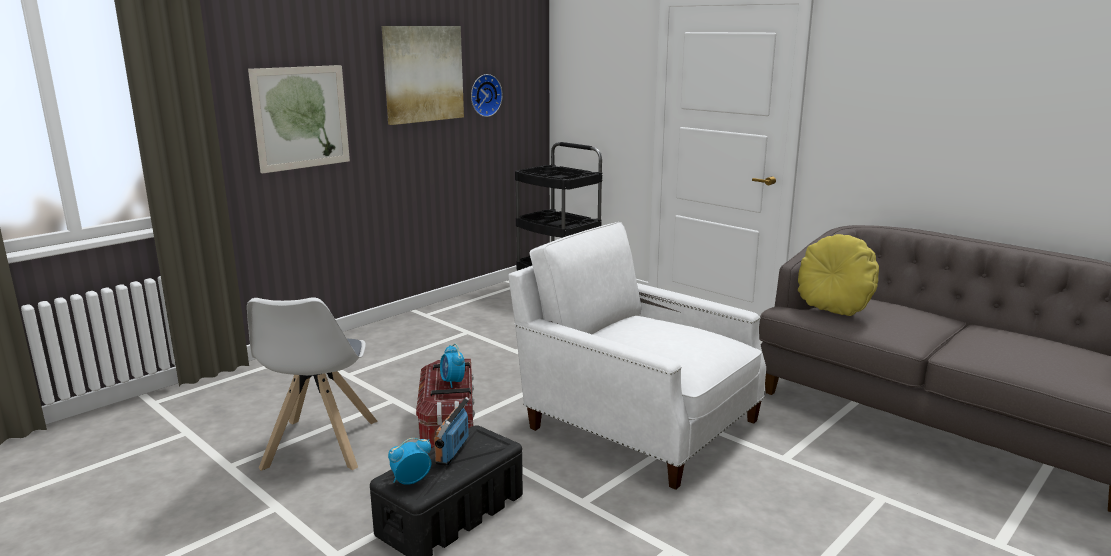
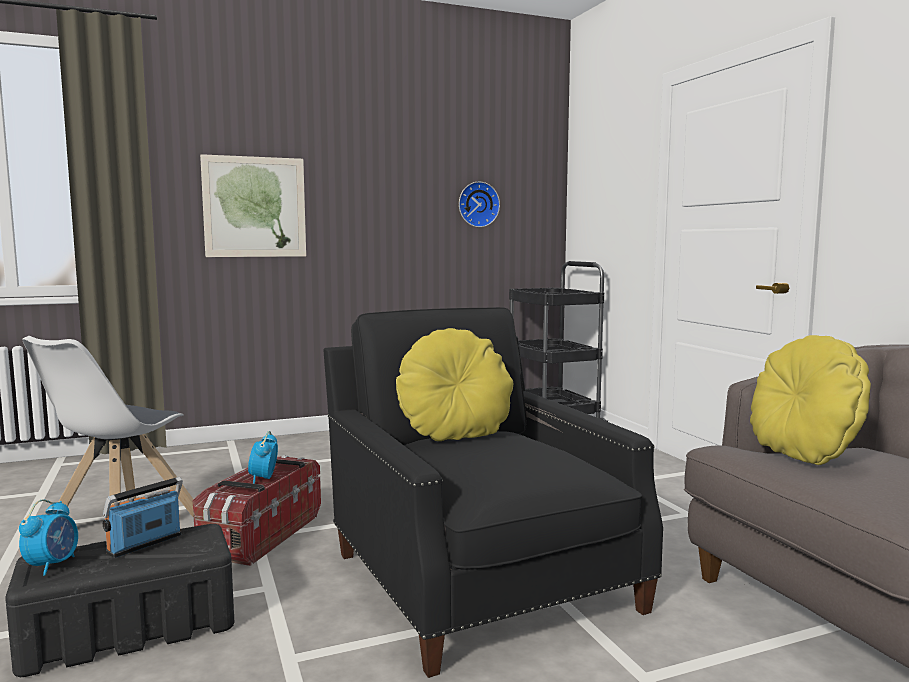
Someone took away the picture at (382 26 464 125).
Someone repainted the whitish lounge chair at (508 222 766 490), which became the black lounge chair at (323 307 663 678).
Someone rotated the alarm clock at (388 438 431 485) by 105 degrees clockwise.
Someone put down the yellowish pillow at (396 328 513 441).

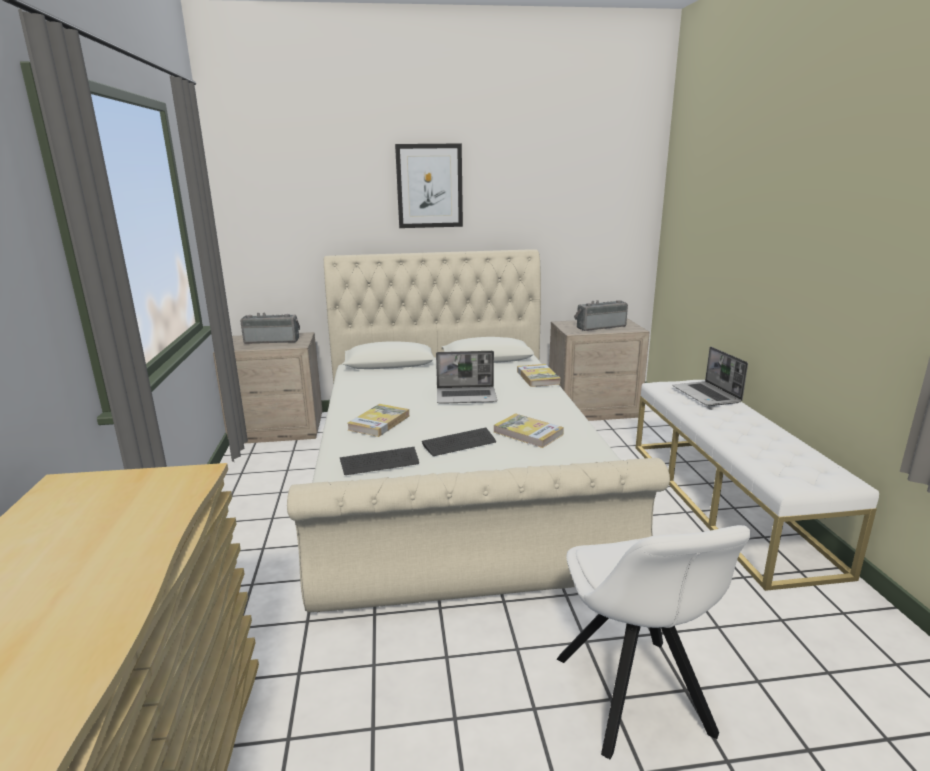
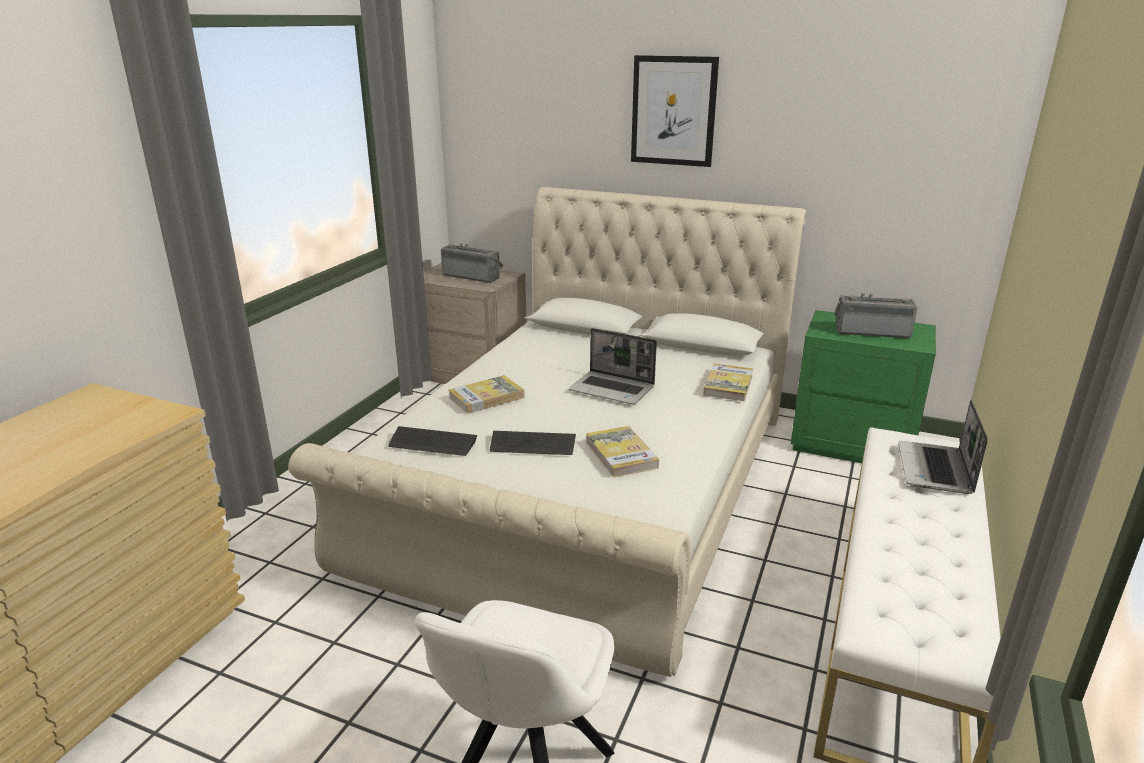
Someone repainted the beige bedside table at (549 318 650 421), which became the greenish bedside table at (791 310 936 463).

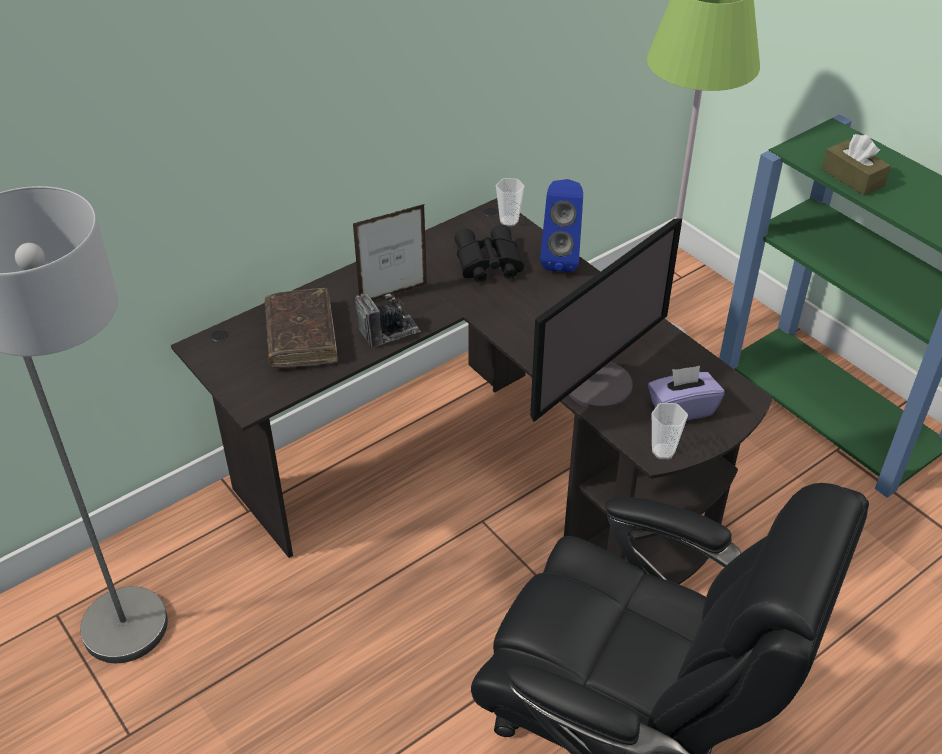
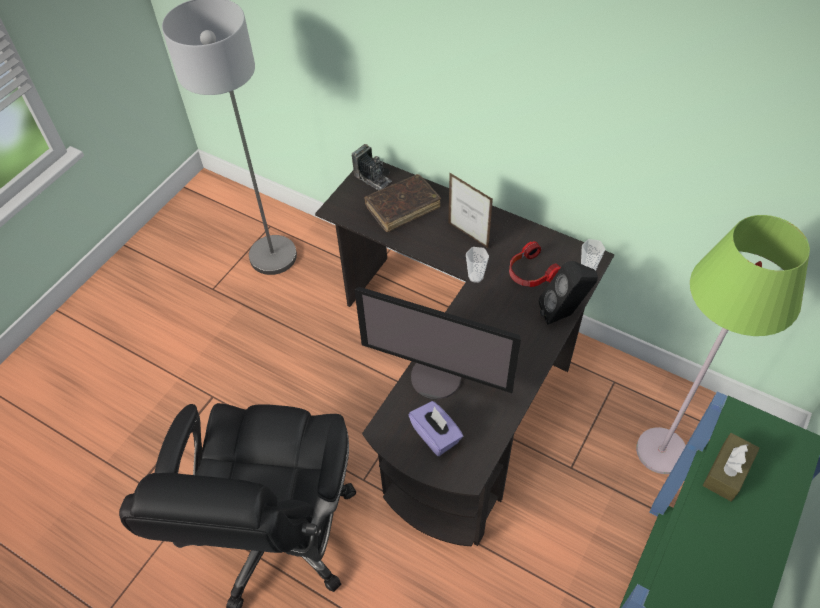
Someone repainted the blue speaker at (540 179 583 272), which became the black speaker at (539 261 598 325).
Someone swapped the black binoculars at (454 225 524 283) for the headset at (509 241 561 287).
Someone carried the still camera from (355 292 421 348) to (352 144 392 190).
Someone carried the cup from (652 403 688 459) to (466 247 489 283).

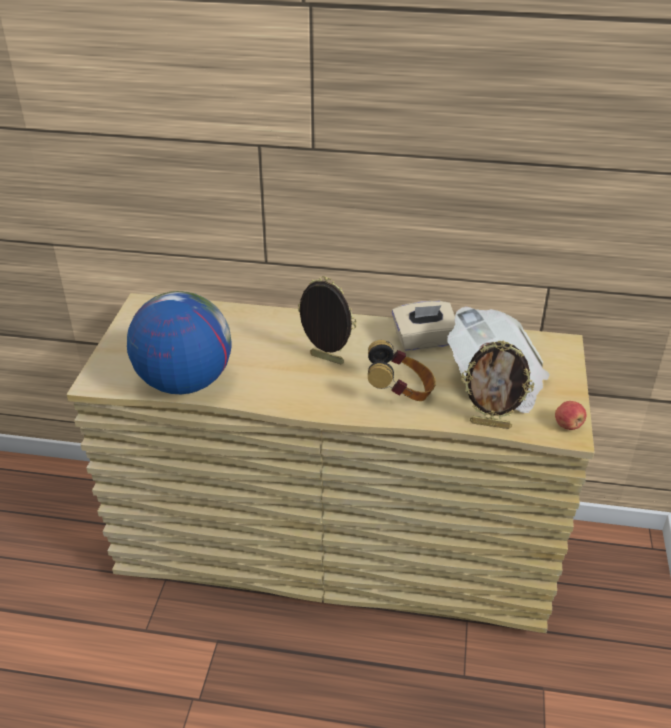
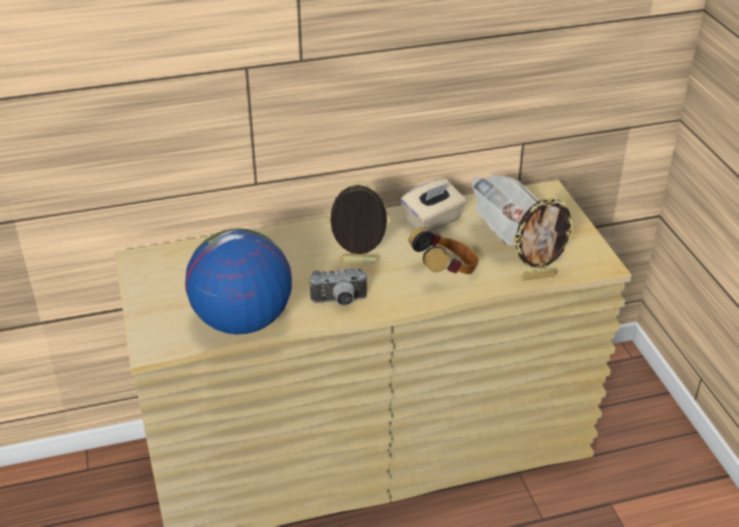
Someone took away the apple at (555 401 586 430).
Someone put down the still camera at (309 268 368 306).

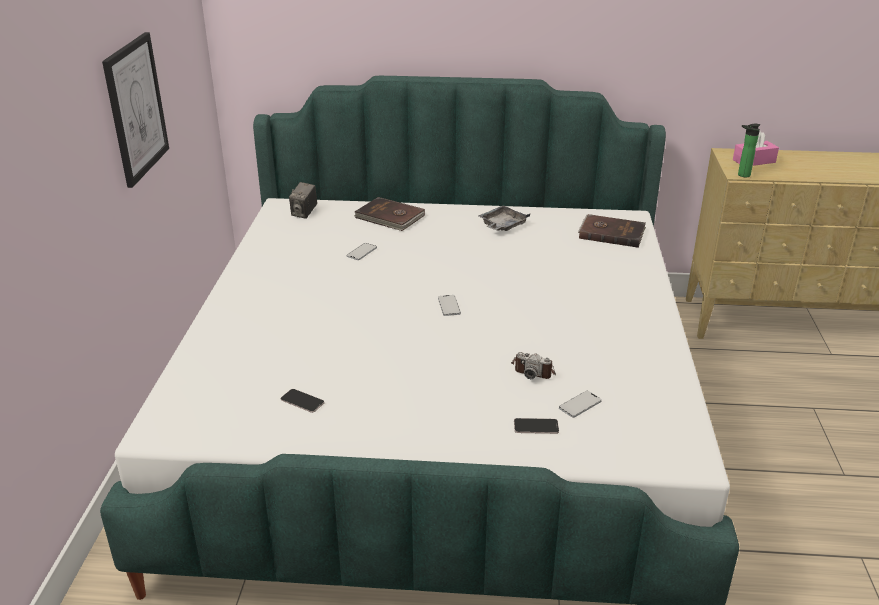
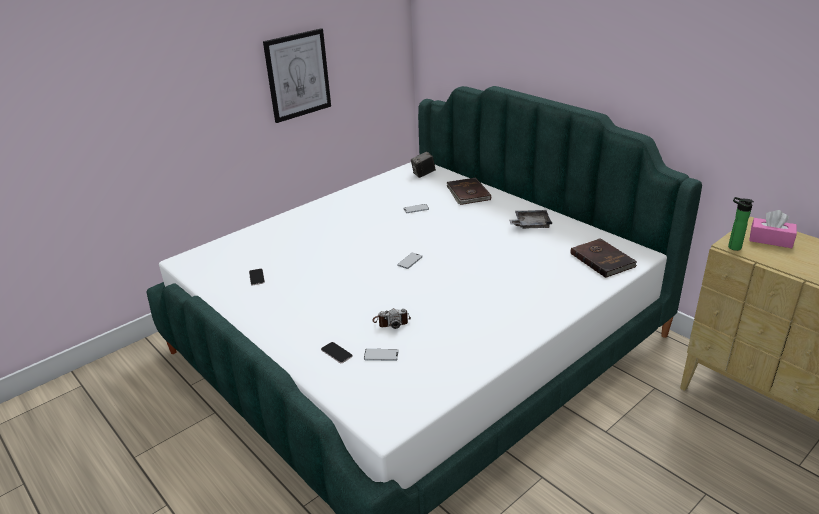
Someone rotated the still camera at (511 352 556 379) by 75 degrees counterclockwise.

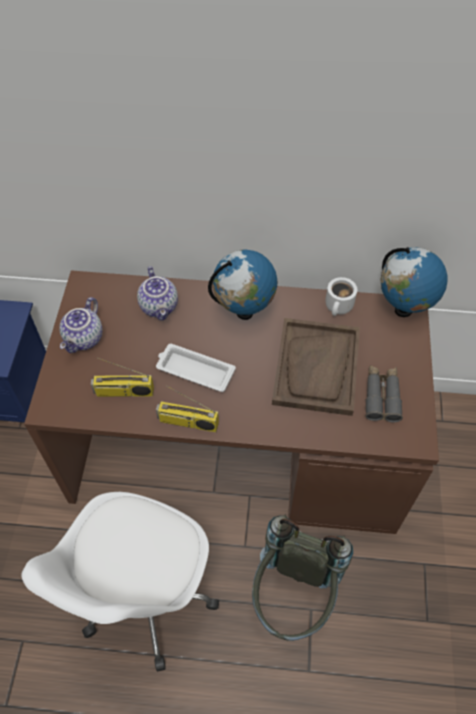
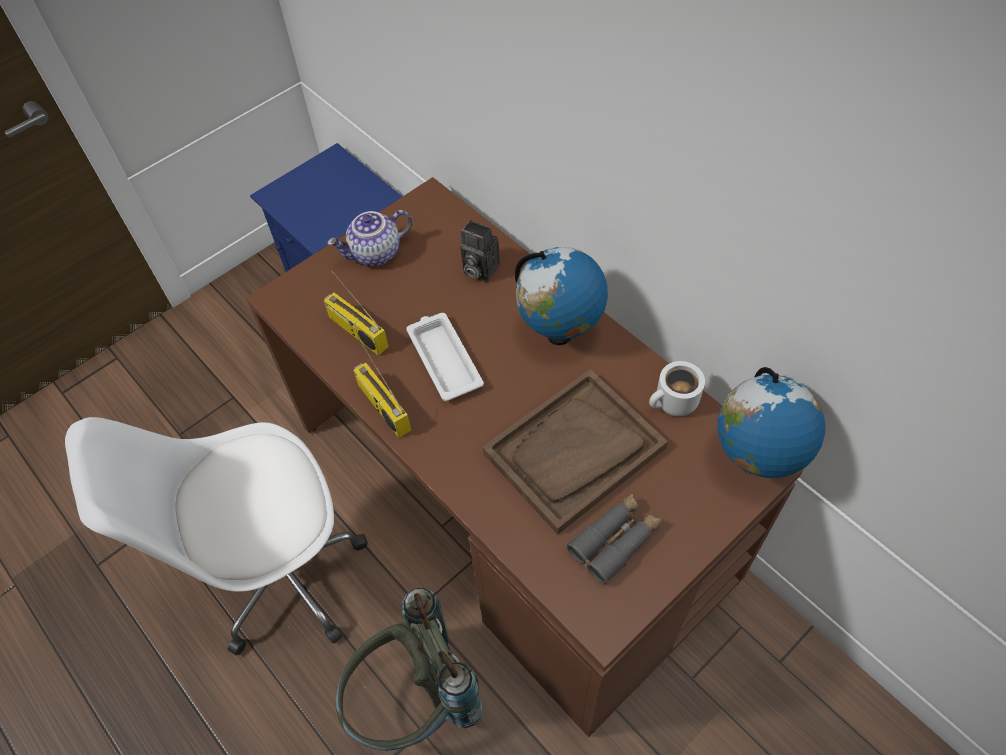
Someone swapped the tea pot at (137 266 178 321) for the still camera at (460 220 500 283).

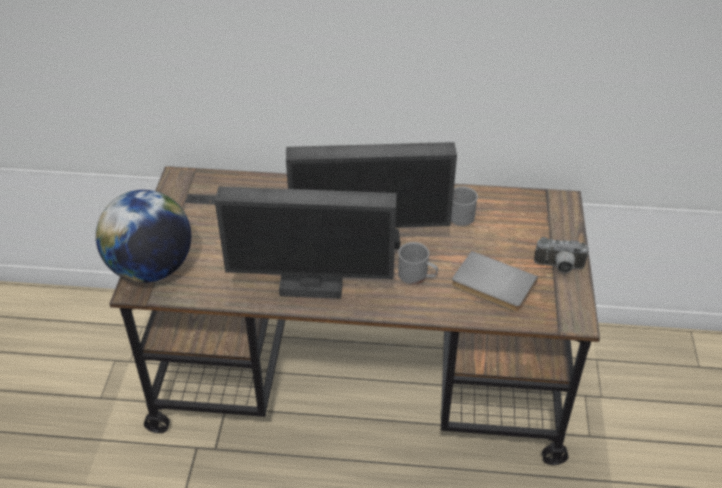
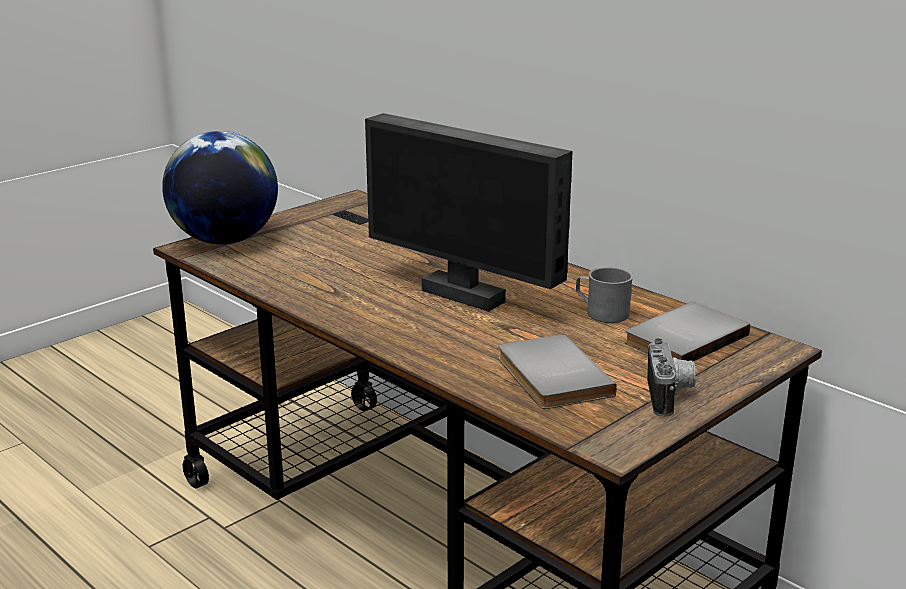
Someone took away the computer display at (215 186 397 299).
Someone rotated the still camera at (534 237 589 273) by 135 degrees counterclockwise.
Someone took away the gray tea mug at (398 242 438 284).
Someone put down the gray book at (625 302 750 361).

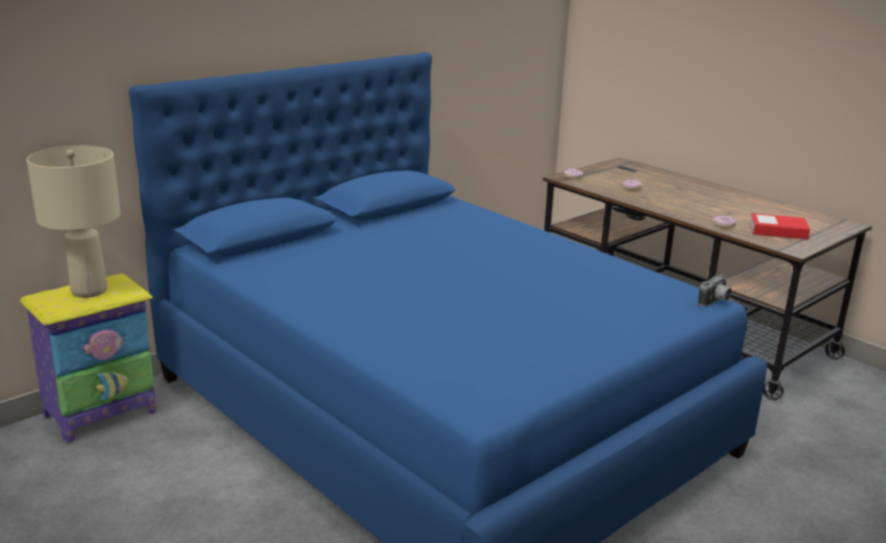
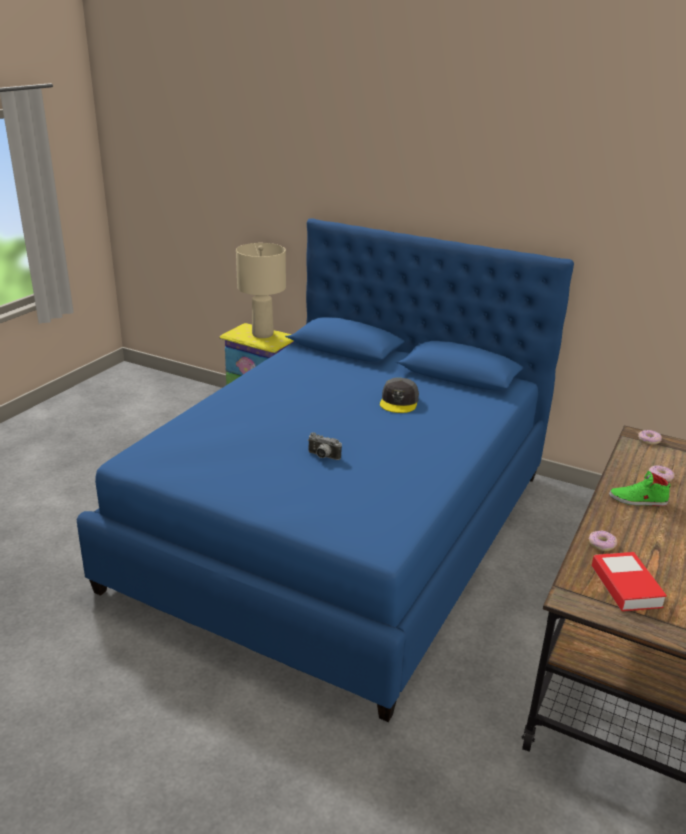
Someone carried the still camera from (698 274 732 307) to (308 432 342 460).
Someone put down the gray peaked cap at (380 378 419 413).
Someone put down the greenish item of footwear at (609 471 670 506).

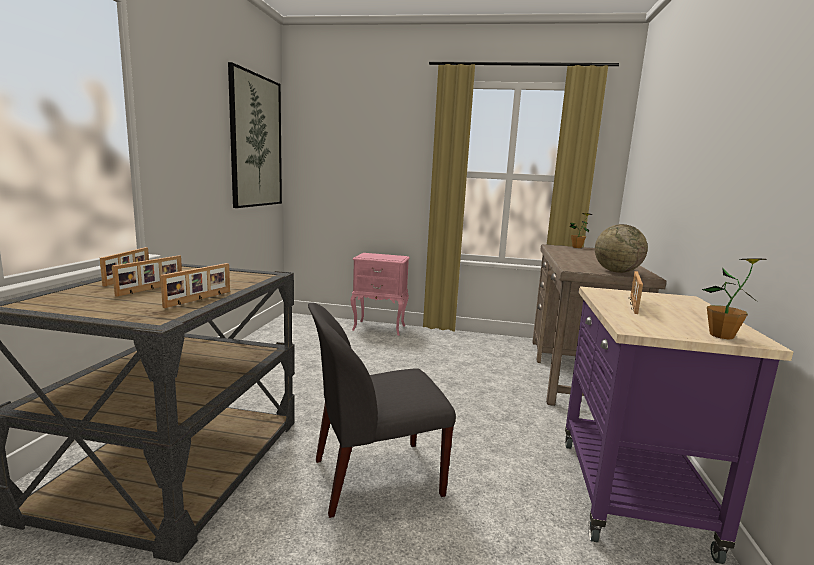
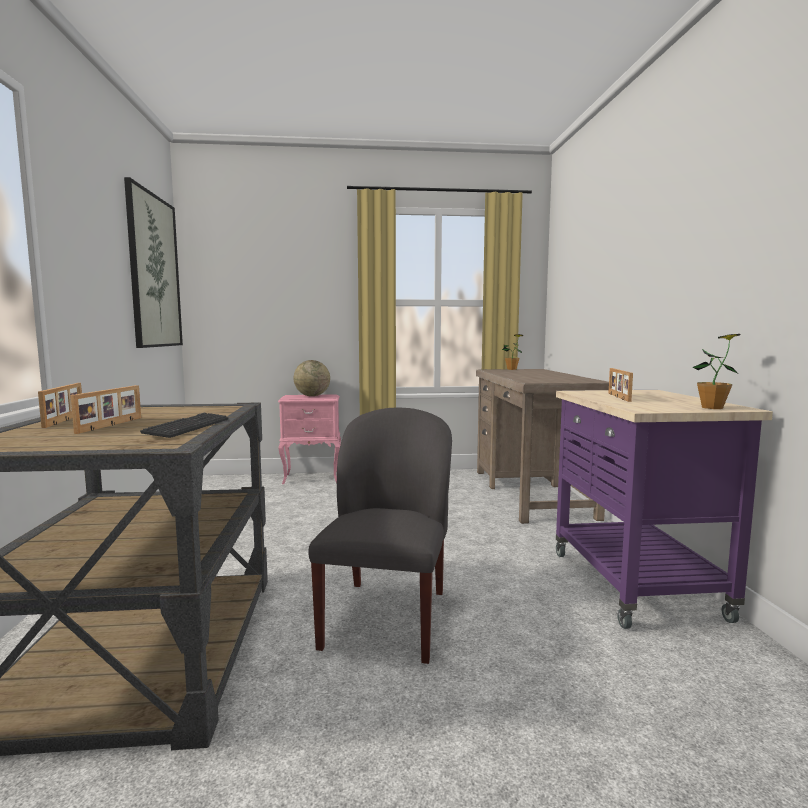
Someone carried the desk globe from (595 224 648 273) to (293 360 330 396).
Someone swapped the standing frame at (160 263 230 308) for the computer keyboard at (140 413 229 438).
Someone rotated the gray upright chair at (308 302 456 518) by 135 degrees clockwise.

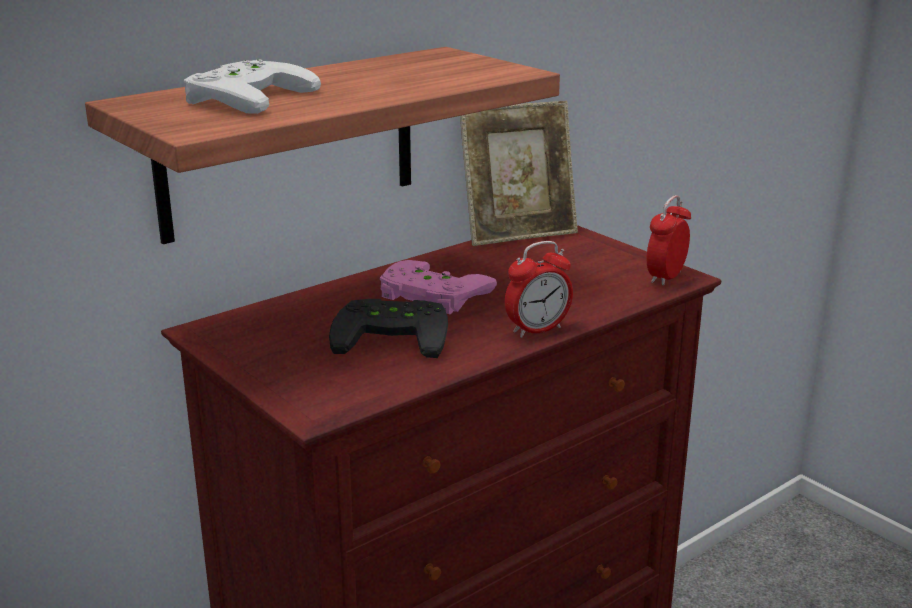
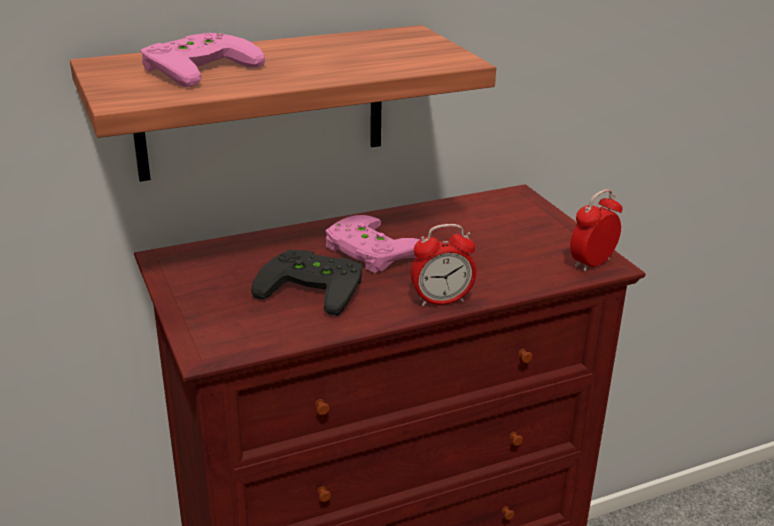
Someone repainted the whitish gamepad at (184 60 321 114), which became the pink-coloured gamepad at (140 33 265 87).
Someone took away the standing frame at (460 101 578 246).

